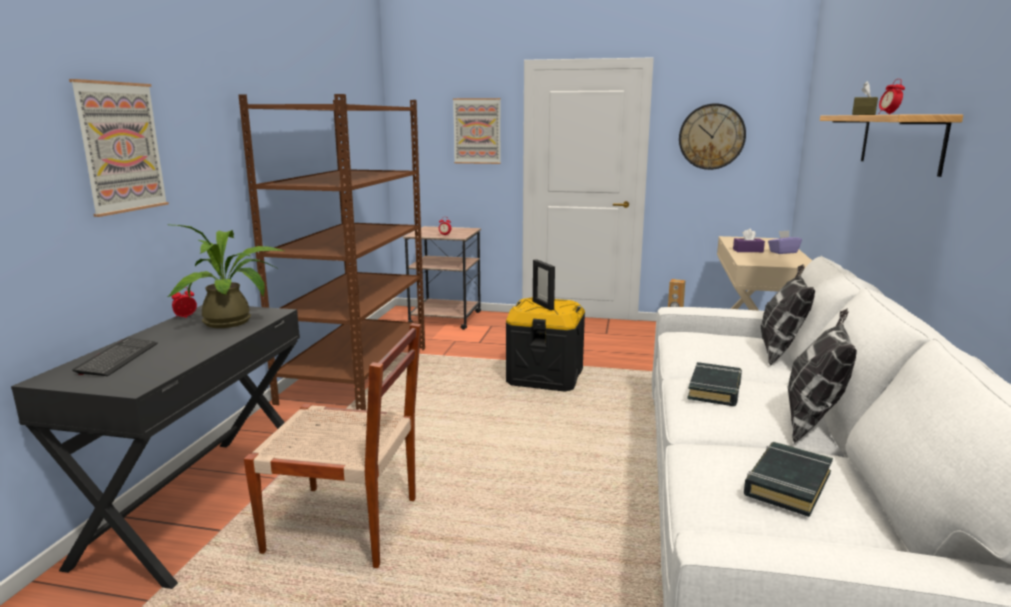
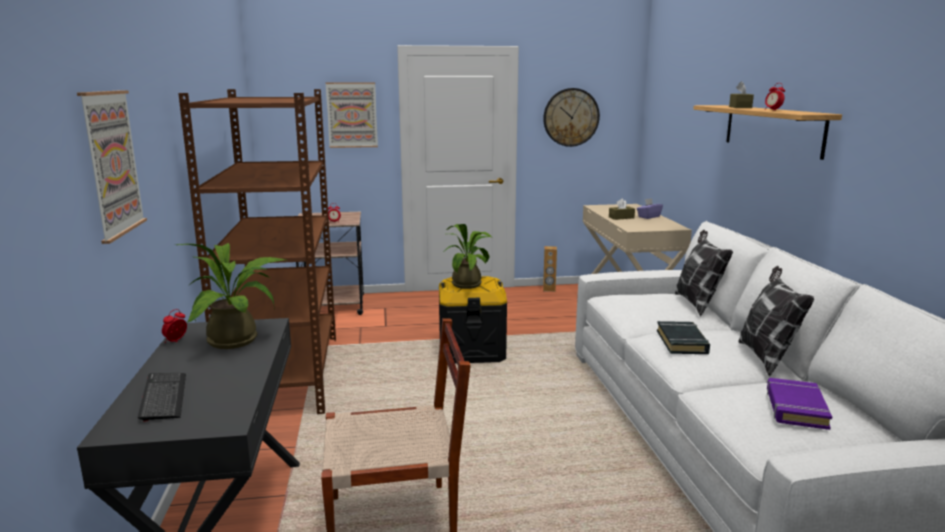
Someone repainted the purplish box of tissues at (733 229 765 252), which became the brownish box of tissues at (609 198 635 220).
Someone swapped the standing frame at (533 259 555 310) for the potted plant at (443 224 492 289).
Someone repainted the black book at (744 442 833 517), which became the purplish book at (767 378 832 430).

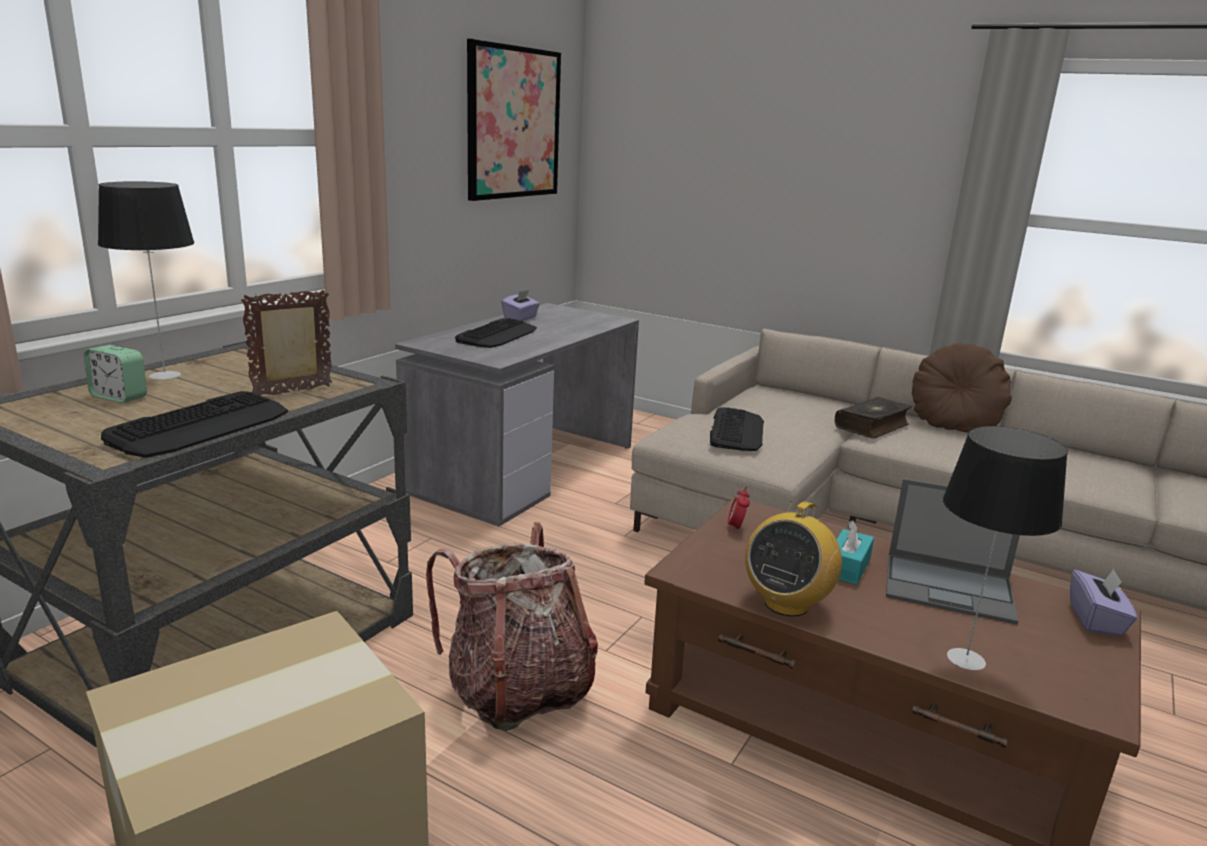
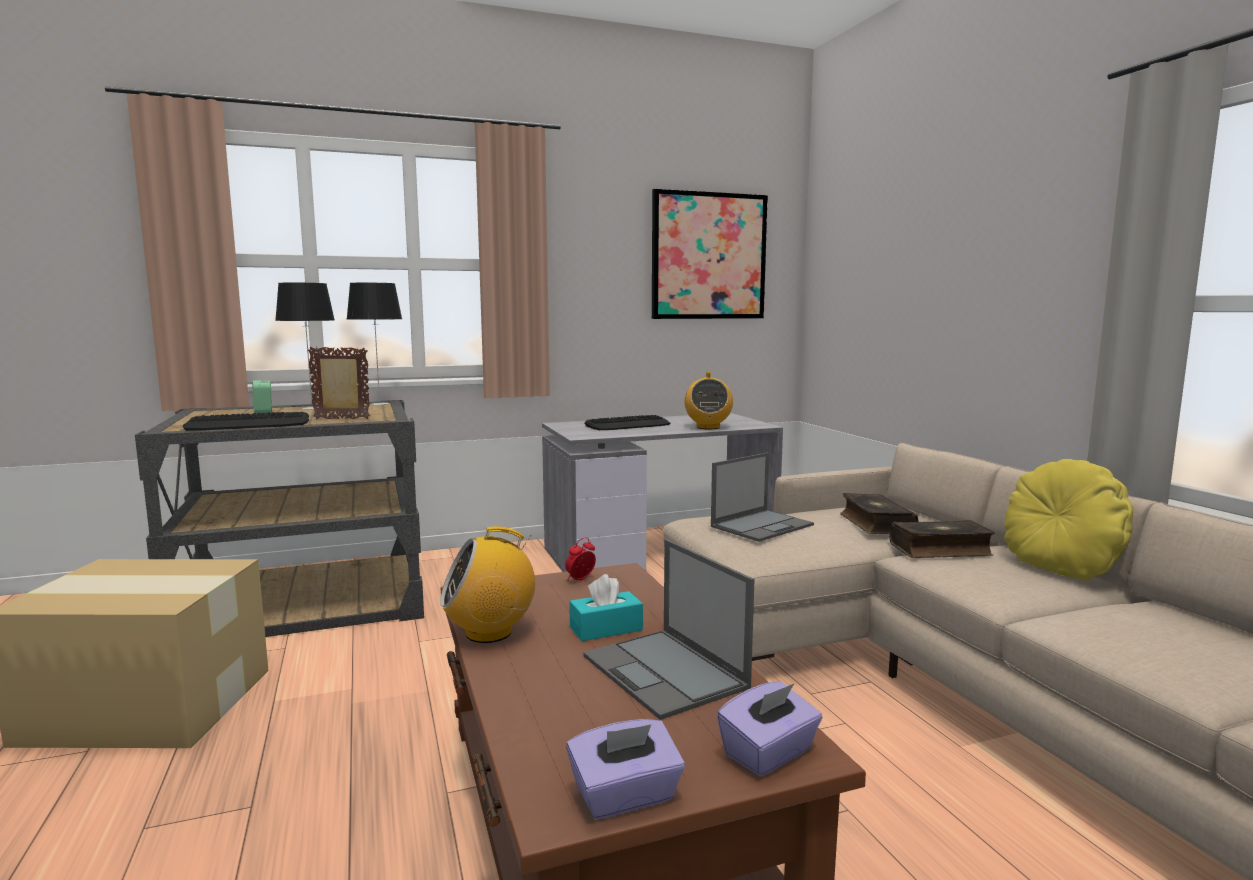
Someone carried the purplish box of tissues from (501 290 540 321) to (566 719 685 819).
Someone repainted the brownish pillow at (912 343 1012 432), which became the yellowish pillow at (1004 459 1133 581).
Someone swapped the computer keyboard at (710 407 764 451) for the laptop at (711 453 814 542).
Someone carried the table lamp from (943 426 1068 670) to (347 283 402 405).
Someone took away the backpack at (426 522 598 731).
Someone put down the radio set at (685 372 733 429).
Someone put down the book at (840 493 919 534).

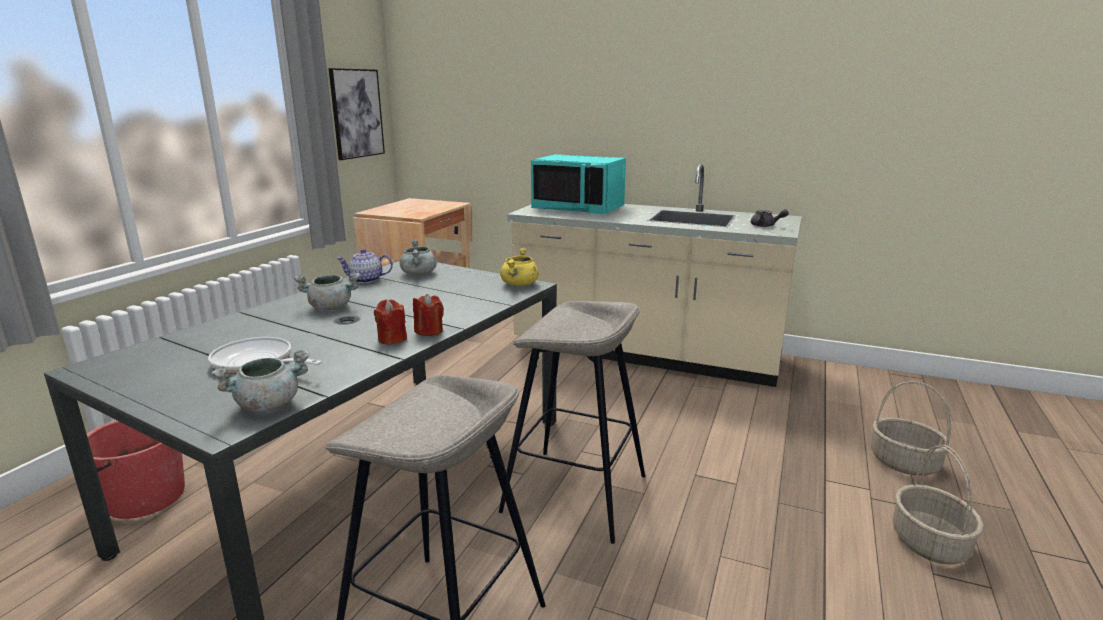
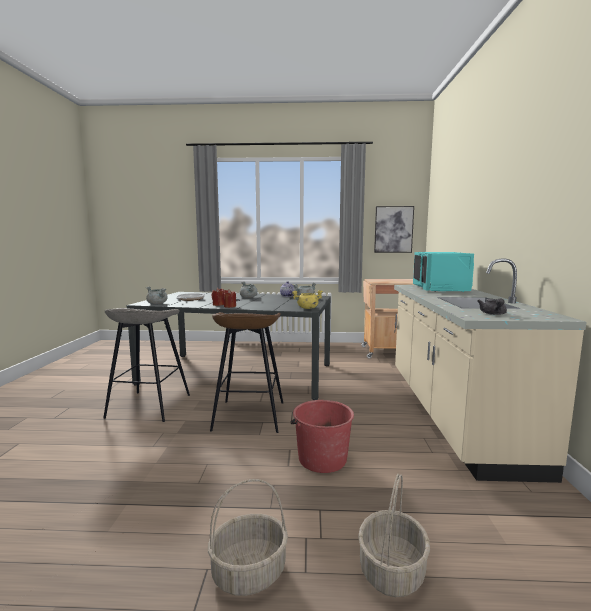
Someone repainted the gray sitting stool at (499 301 645 544), which became the brownish sitting stool at (210 312 283 433).
Someone carried the reddish water bucket from (87 420 185 519) to (290 400 354 473).

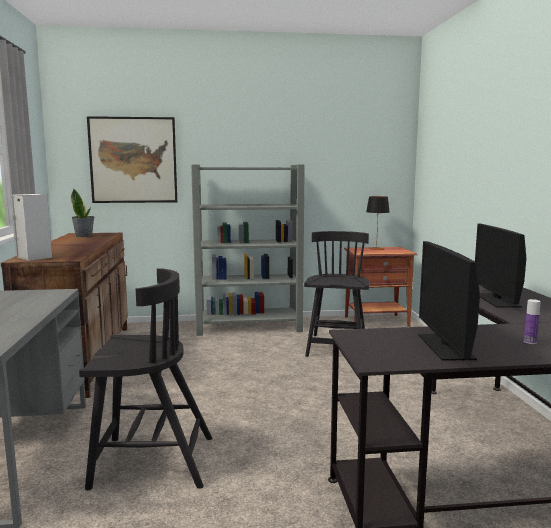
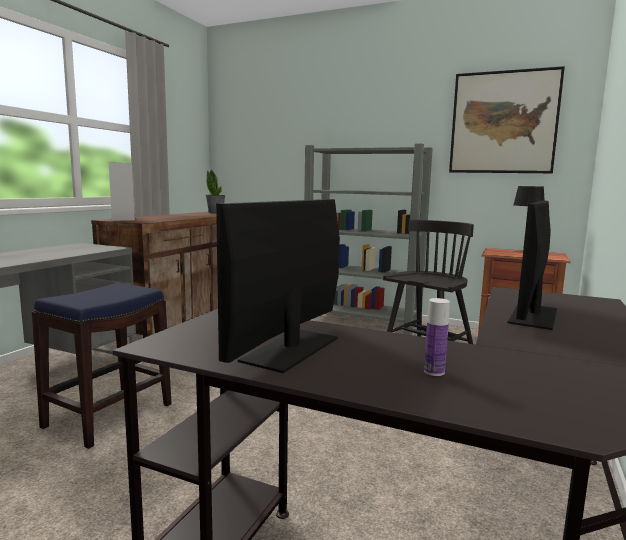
Someone carried the picture from (87 116 177 203) to (449 66 565 173).
Someone swapped the black upright chair at (79 268 213 490) for the sitting stool at (32 283 172 449).

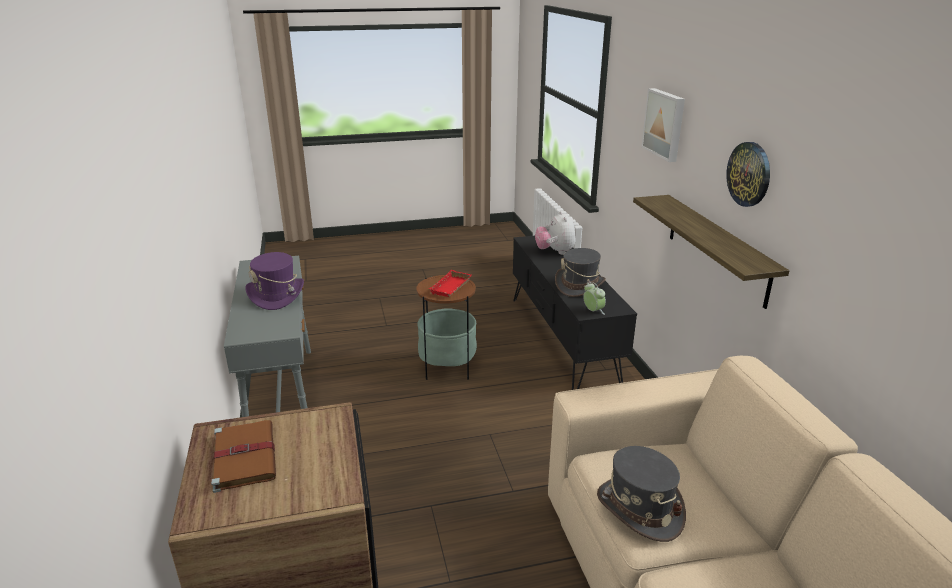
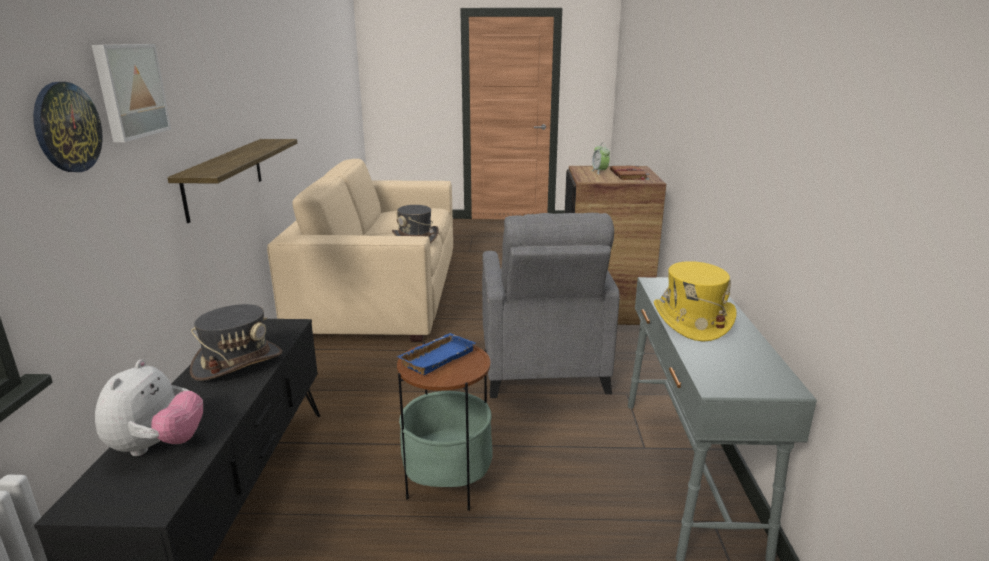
Someone carried the wall clock from (726 142 770 207) to (33 82 103 172).
Someone repainted the purplish hat at (245 252 304 310), which became the yellowish hat at (654 261 737 342).
Someone repainted the reddish carrying tray at (429 270 472 297), which became the blue carrying tray at (397 333 476 375).
Someone carried the alarm clock from (583 282 606 315) to (591 143 610 175).
Someone put down the gray lounge chair at (482 213 620 398).

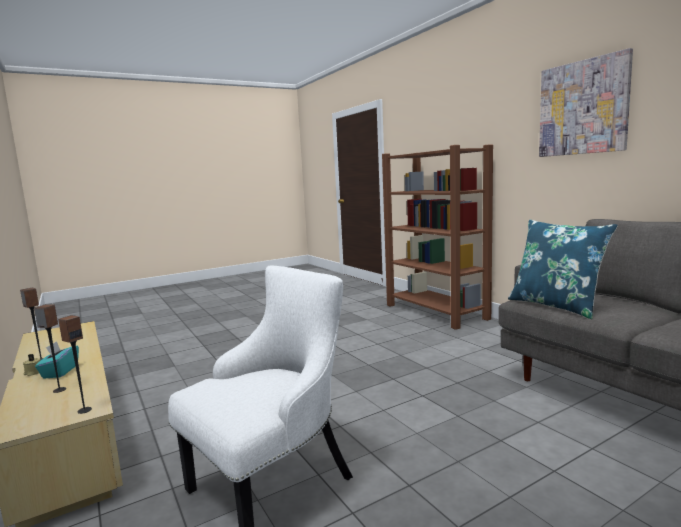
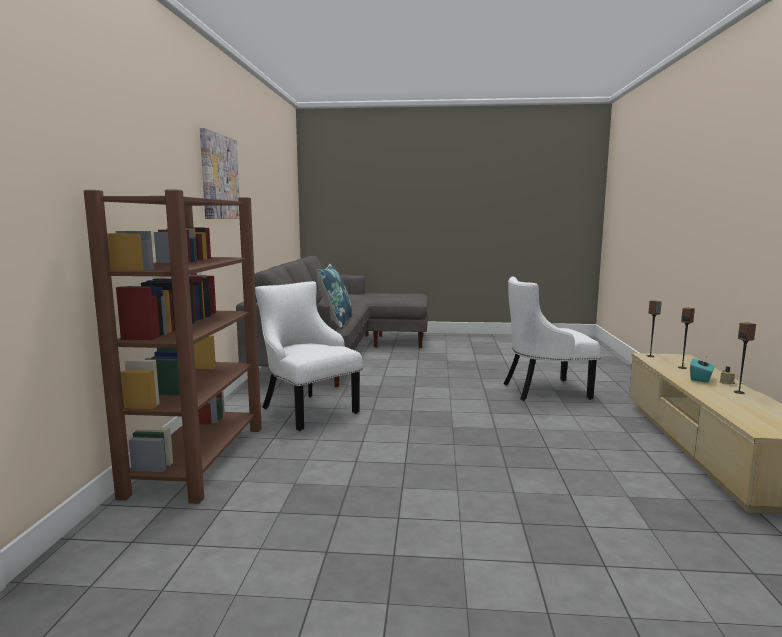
Someone put down the whitish lounge chair at (255 281 363 431).

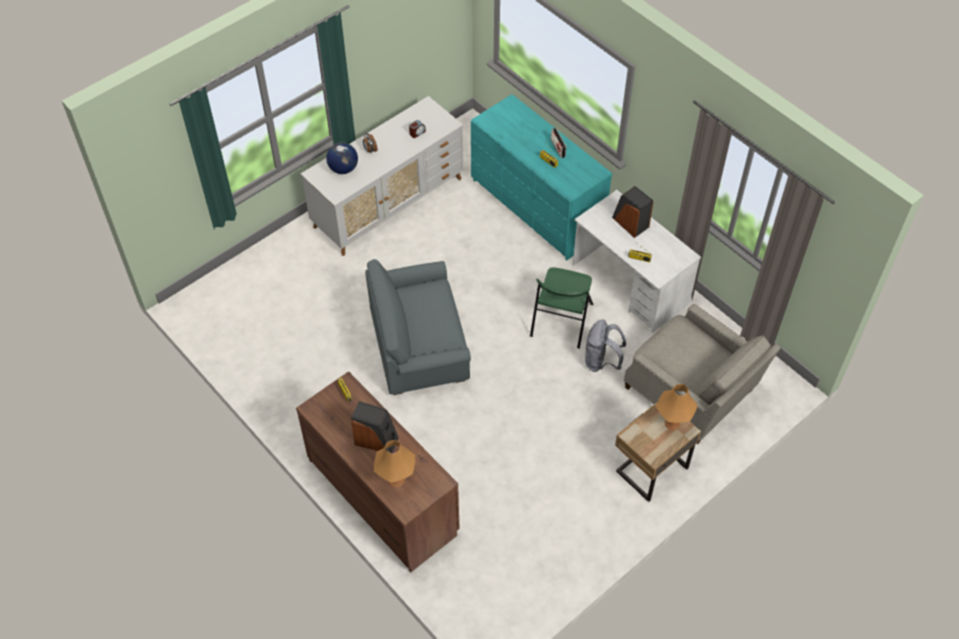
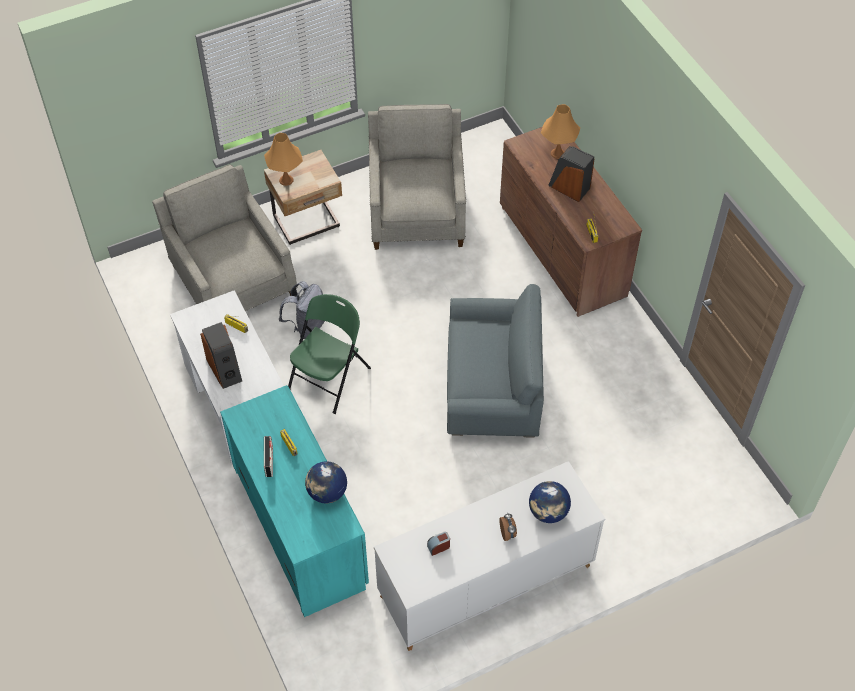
Someone put down the gray lounge chair at (368 104 466 250).
Someone put down the desk globe at (305 461 347 504).

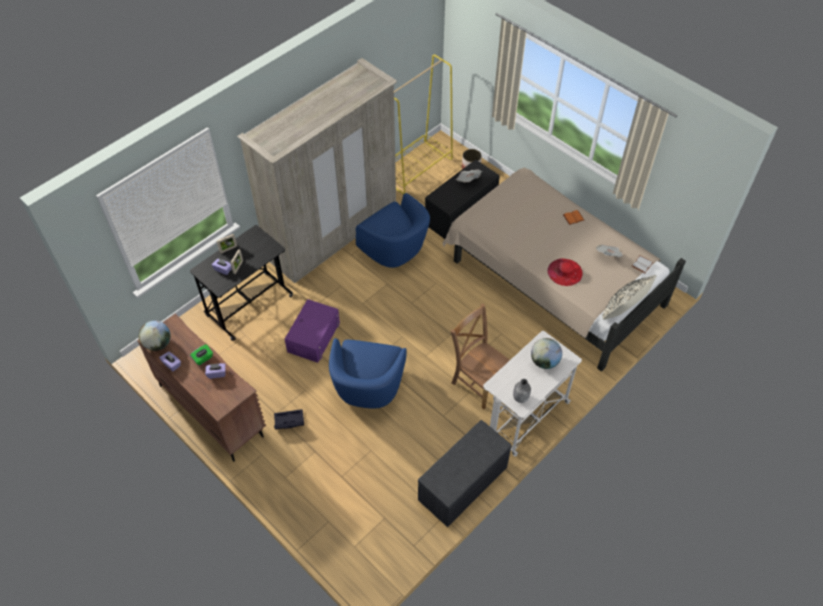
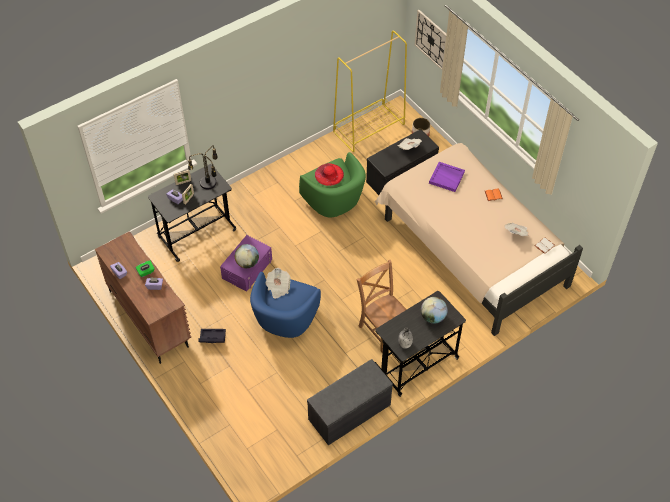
Someone took away the beige wardrobe at (237 58 397 283).
Someone repainted the blue lounge chair at (356 193 430 268), which became the greenish lounge chair at (299 152 366 217).
Someone carried the reddish hat from (547 258 583 286) to (315 163 344 186).
Someone took away the beige pillow at (603 275 657 320).
Someone carried the desk globe from (139 320 170 351) to (235 244 259 268).
Someone repainted the whitish desk unit at (483 331 582 457), which became the black desk unit at (375 291 466 397).
Someone put up the wall clock at (415 10 447 70).
Someone put down the table lamp at (188 145 218 190).
Someone put down the purplish carrying tray at (429 162 465 192).
Someone put down the newspaper at (265 268 291 299).

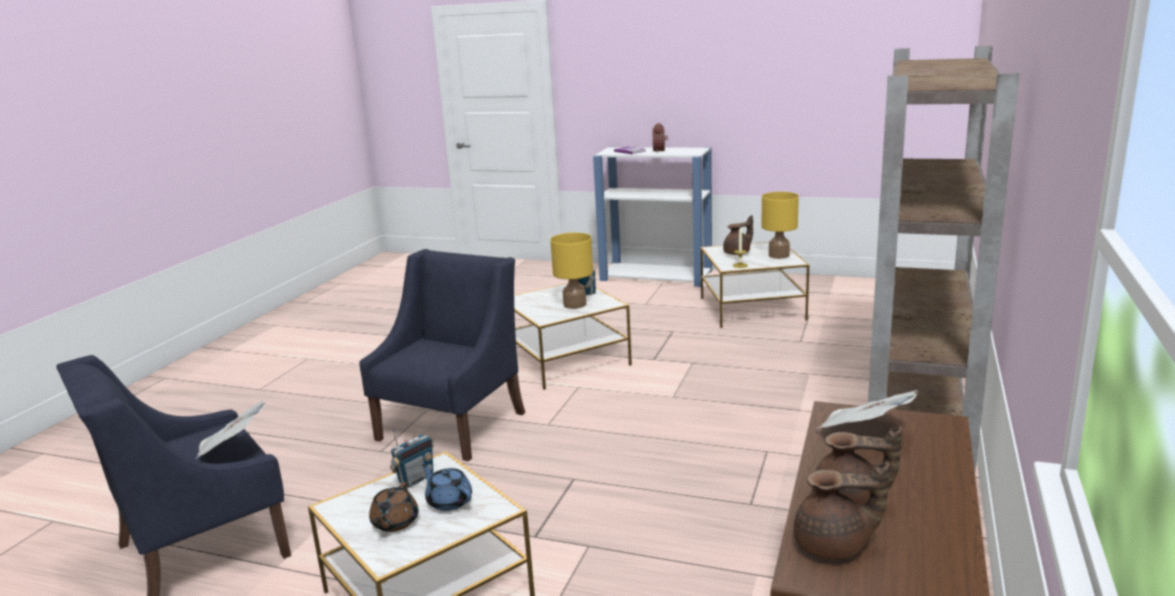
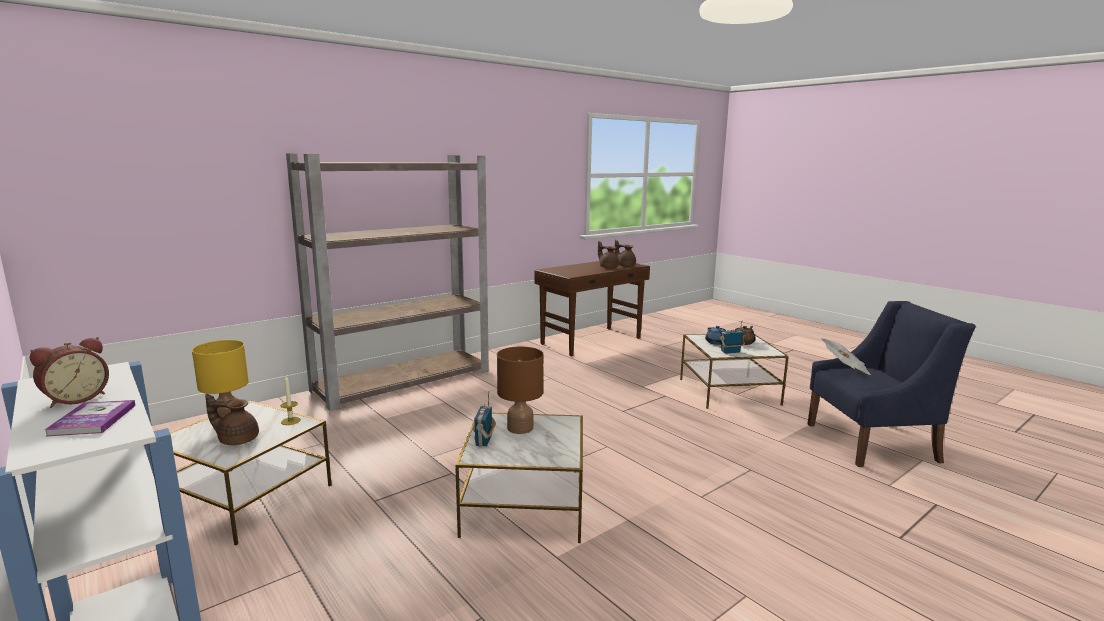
Someone repainted the yellowish table lamp at (550 233 593 309), which became the brownish table lamp at (497 346 543 434).
Someone took away the blue lounge chair at (359 249 525 462).
Someone took away the newspaper at (816 390 918 429).

